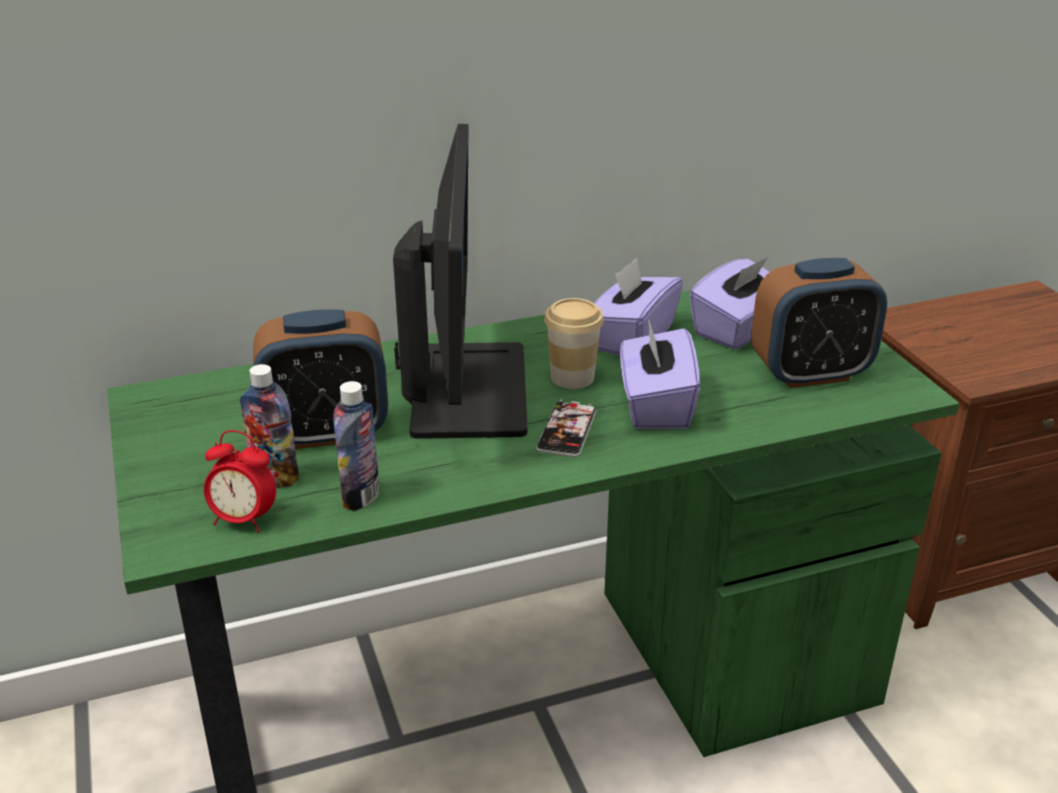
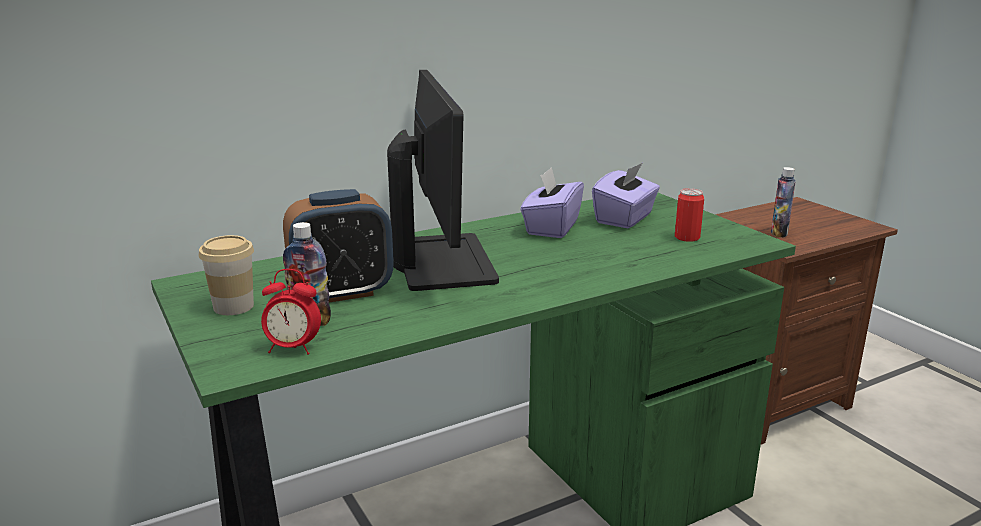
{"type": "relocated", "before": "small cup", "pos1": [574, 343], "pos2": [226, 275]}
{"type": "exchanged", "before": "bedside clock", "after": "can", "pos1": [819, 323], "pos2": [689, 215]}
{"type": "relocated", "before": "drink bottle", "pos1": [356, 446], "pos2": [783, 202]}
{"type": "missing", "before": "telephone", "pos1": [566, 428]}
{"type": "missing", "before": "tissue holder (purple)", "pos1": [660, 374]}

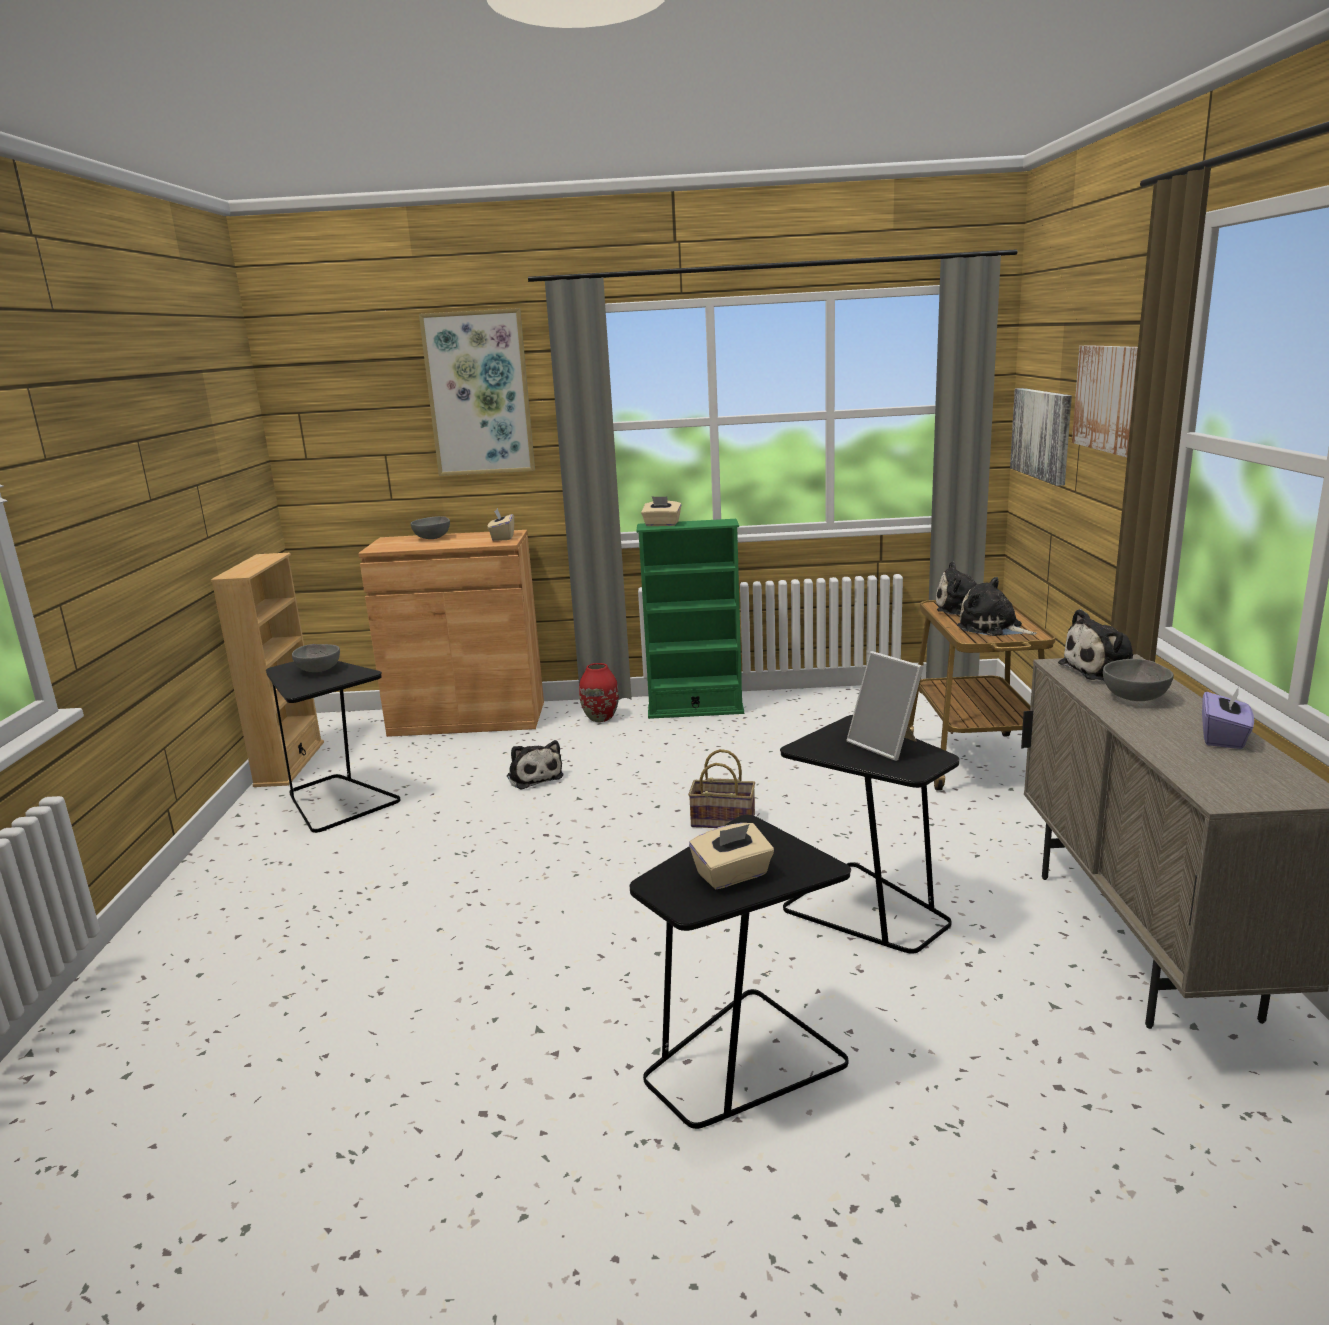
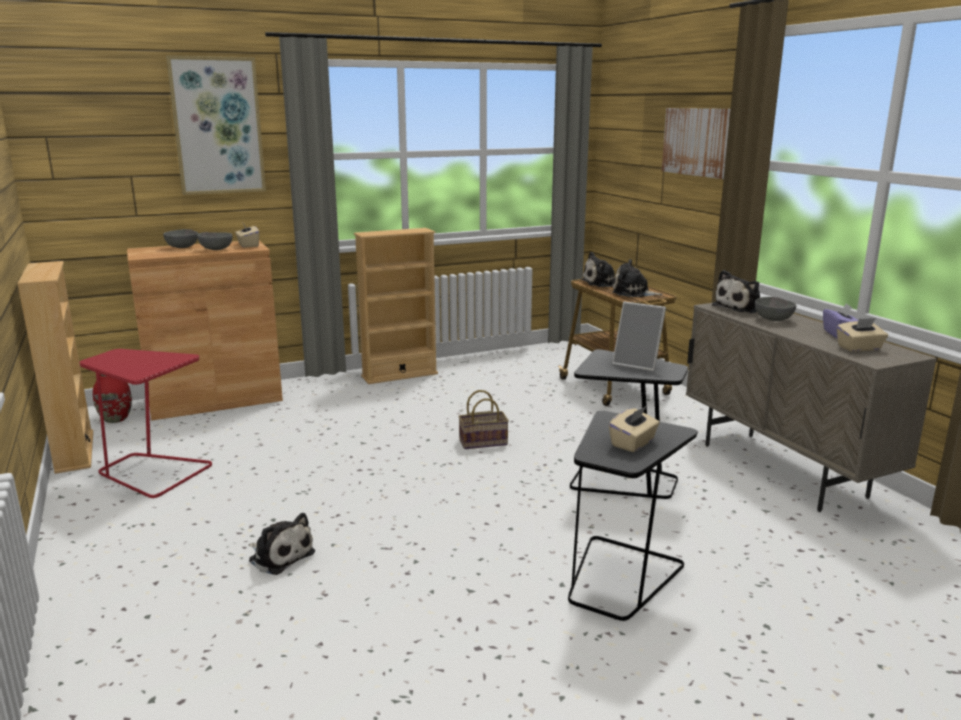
{"type": "colour", "before": "accent table (black)", "after": "accent table (reddish)", "pos1": [333, 747], "pos2": [145, 423]}
{"type": "relocated", "before": "decorative vase (reddish)", "pos1": [599, 692], "pos2": [112, 398]}
{"type": "relocated", "before": "serving bowl (gray)", "pos1": [316, 658], "pos2": [214, 241]}
{"type": "relocated", "before": "cuddly toy", "pos1": [535, 765], "pos2": [281, 544]}
{"type": "colour", "before": "bookcase (green-coloured)", "after": "bookcase (sand-coloured)", "pos1": [690, 619], "pos2": [396, 306]}
{"type": "relocated", "before": "tissue holder (sand-coloured)", "pos1": [661, 511], "pos2": [862, 335]}
{"type": "missing", "before": "picture", "pos1": [1041, 437]}

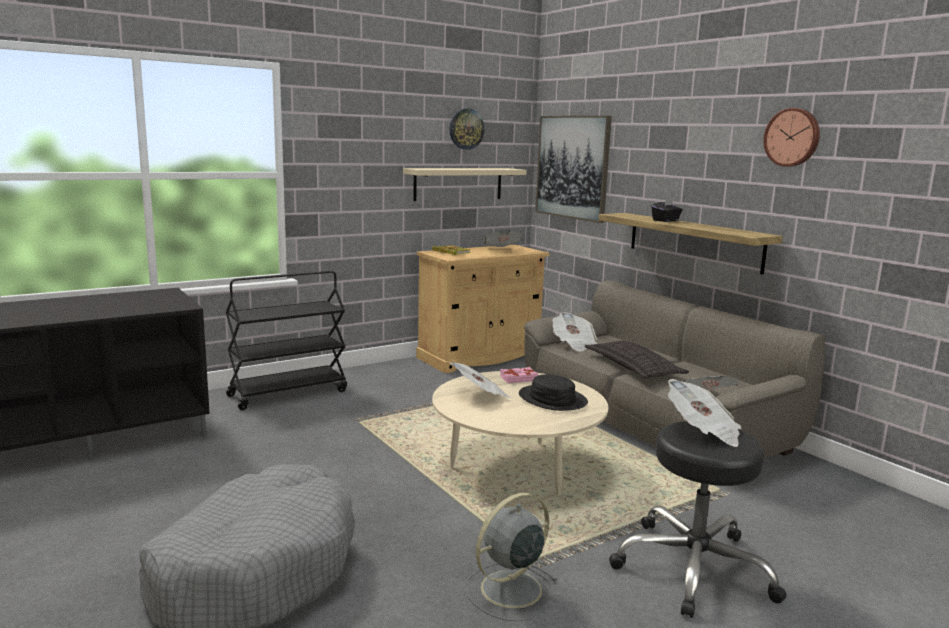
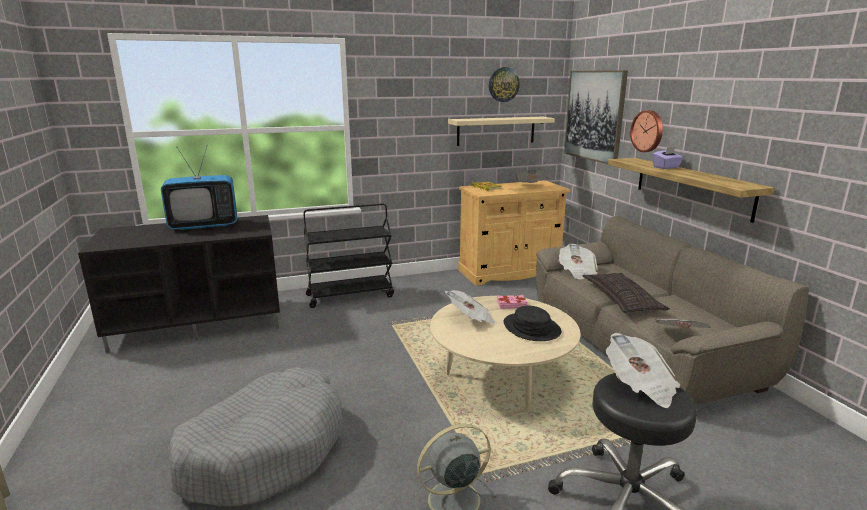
{"type": "appeared", "after": "TV", "pos2": [199, 187]}
{"type": "relocated", "before": "hanging clock", "pos1": [791, 137], "pos2": [646, 131]}
{"type": "colour", "before": "tissue holder (black)", "after": "tissue holder (purple)", "pos1": [667, 210], "pos2": [667, 158]}

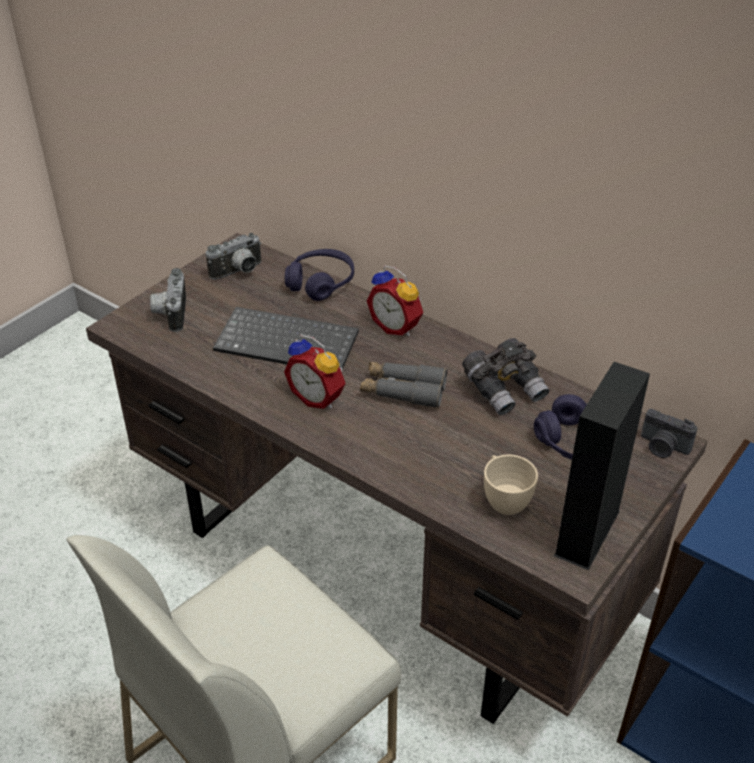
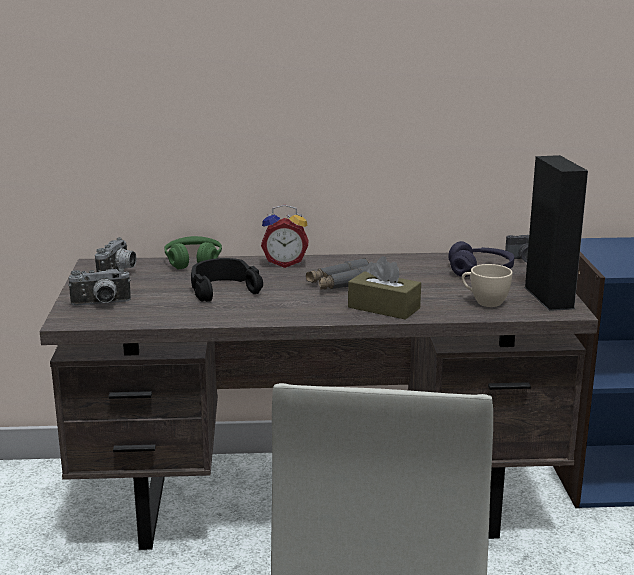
{"type": "spun", "before": "still camera", "pos1": [168, 300], "pos2": [99, 287], "turn": -60}
{"type": "colour", "before": "headset (purple)", "after": "headset (green-coloured)", "pos1": [319, 275], "pos2": [193, 253]}
{"type": "exchanged", "before": "computer keyboard", "after": "headset (black)", "pos1": [286, 338], "pos2": [227, 280]}
{"type": "appeared", "after": "tissue holder (brown-coloured)", "pos2": [384, 288]}
{"type": "missing", "before": "bedside clock", "pos1": [315, 372]}
{"type": "missing", "before": "field glasses (gray)", "pos1": [505, 376]}

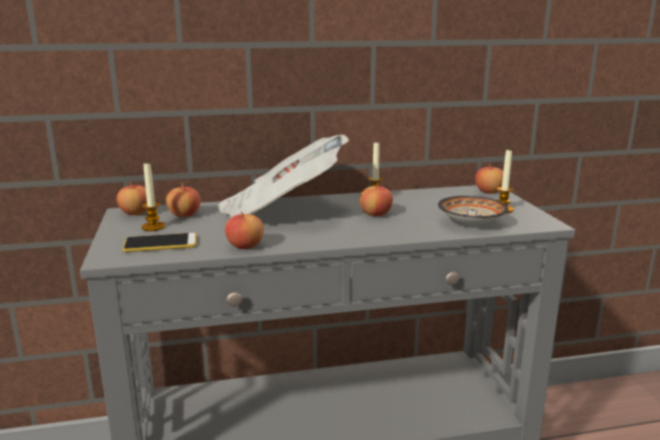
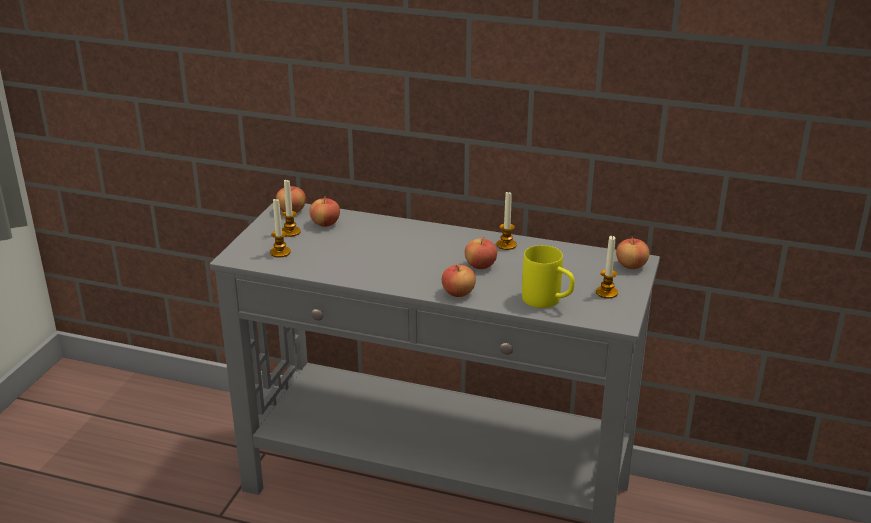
{"type": "exchanged", "before": "telephone", "after": "candle", "pos1": [159, 242], "pos2": [280, 228]}
{"type": "relocated", "before": "apple", "pos1": [244, 230], "pos2": [459, 281]}
{"type": "exchanged", "before": "serving bowl", "after": "mug (yellowish)", "pos1": [473, 210], "pos2": [548, 276]}
{"type": "missing", "before": "printed paper", "pos1": [283, 176]}

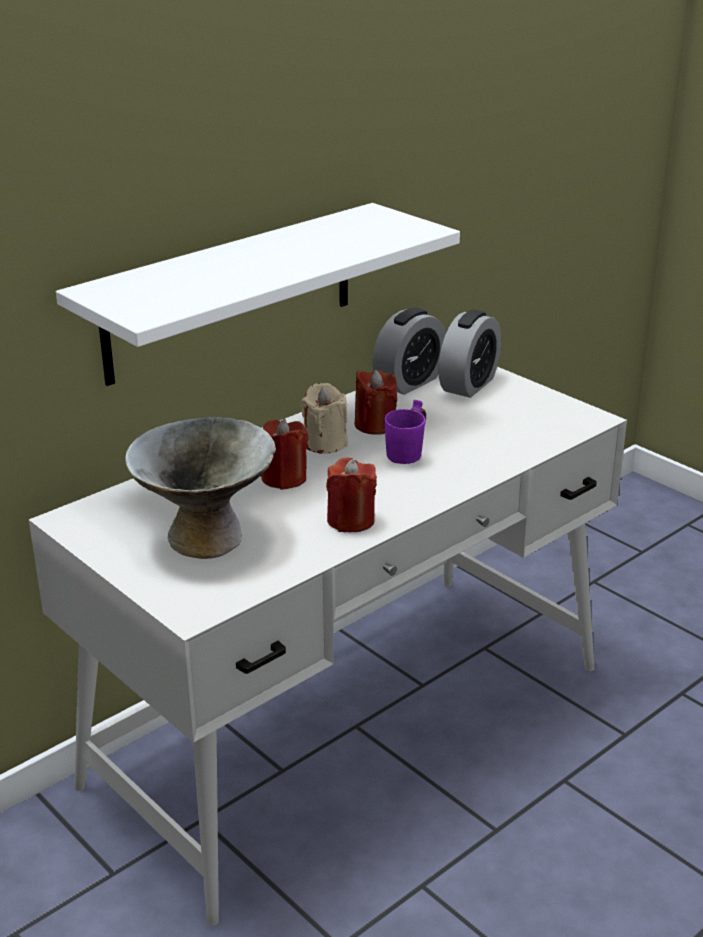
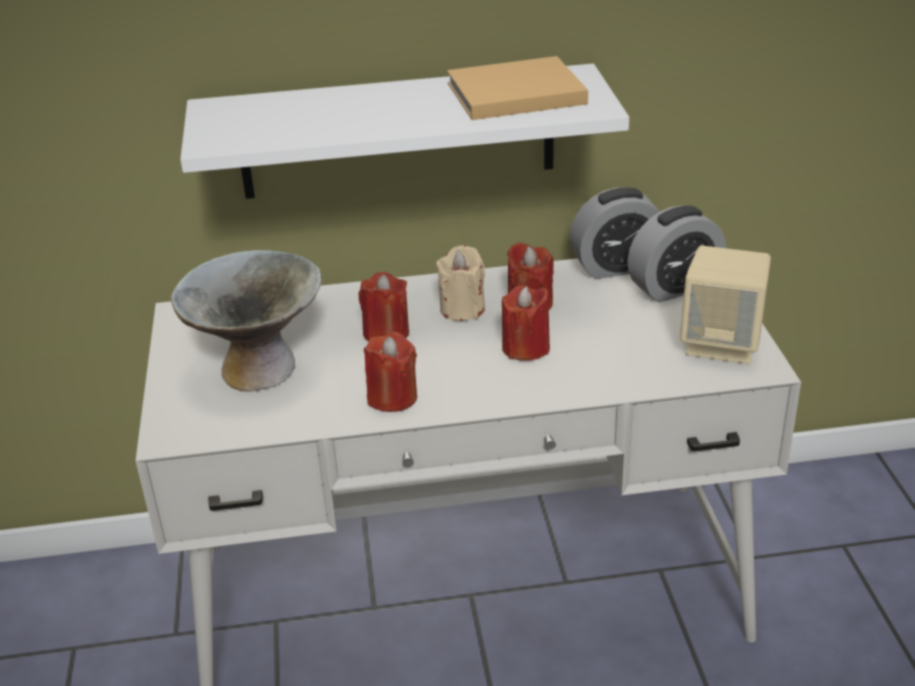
{"type": "appeared", "after": "volume (sand-coloured)", "pos2": [517, 88]}
{"type": "exchanged", "before": "mug (purple)", "after": "candle (reddish)", "pos1": [405, 432], "pos2": [526, 323]}
{"type": "appeared", "after": "loudspeaker (sand-coloured)", "pos2": [725, 305]}

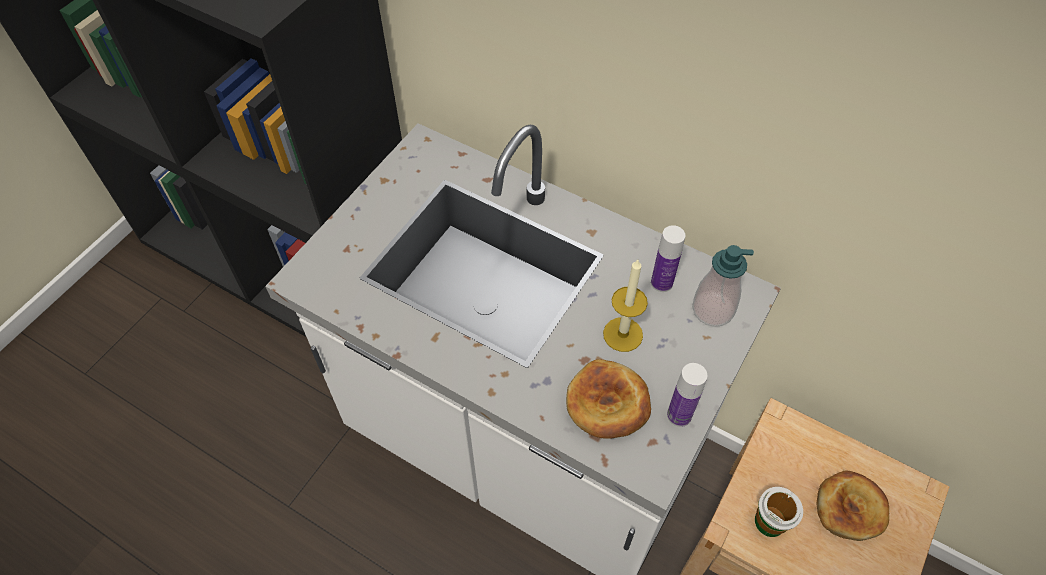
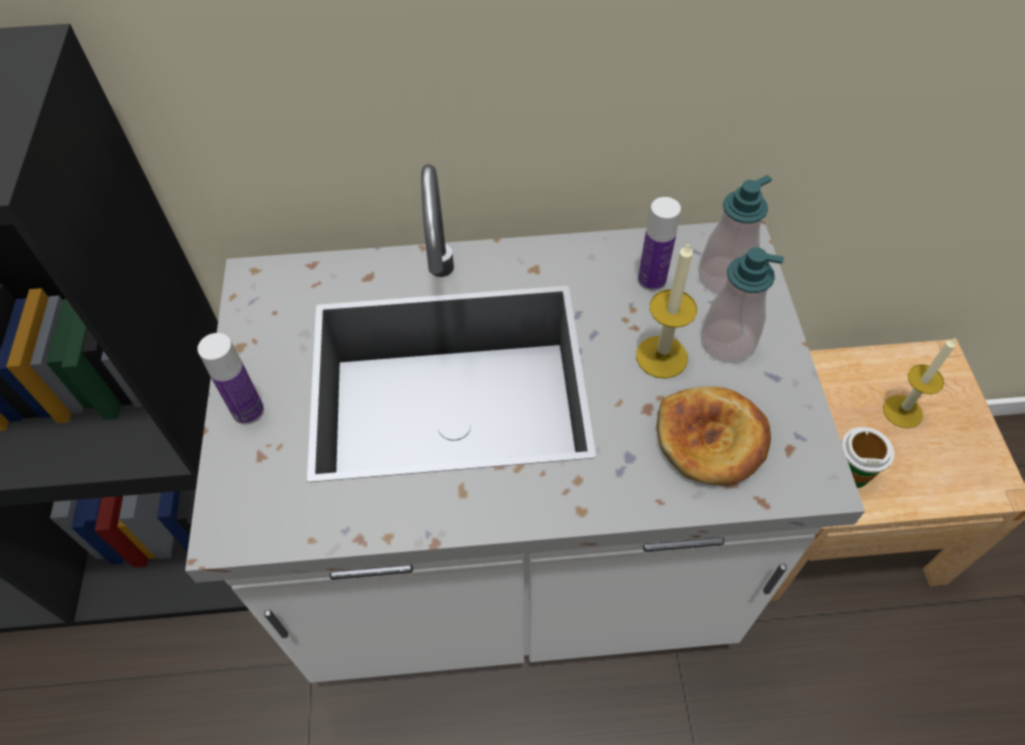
{"type": "relocated", "before": "drink bottle", "pos1": [687, 395], "pos2": [231, 379]}
{"type": "appeared", "after": "soap dispenser", "pos2": [742, 305]}
{"type": "exchanged", "before": "bakery bread", "after": "candle", "pos1": [853, 505], "pos2": [919, 382]}

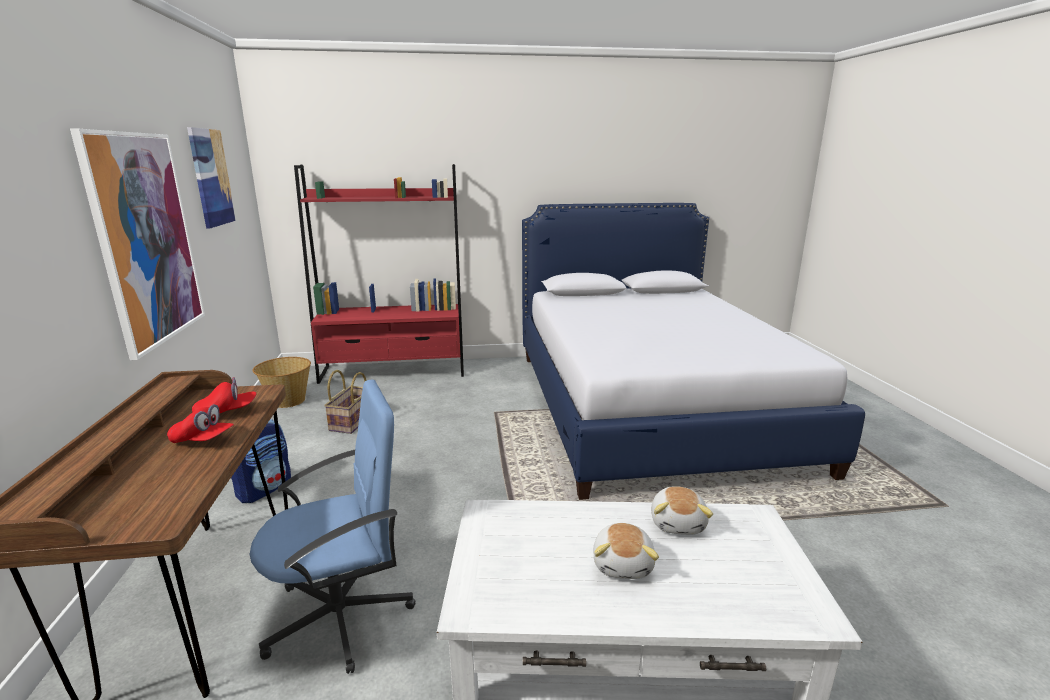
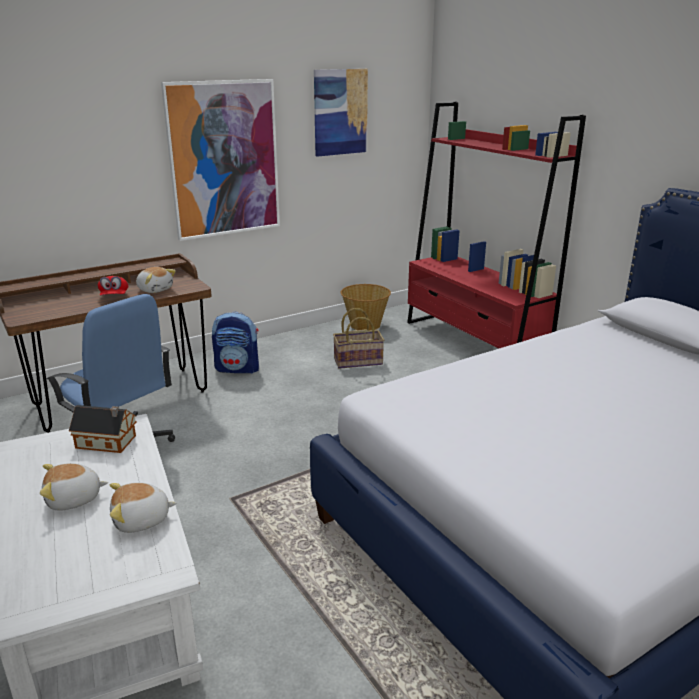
{"type": "appeared", "after": "miniature house", "pos2": [103, 429]}
{"type": "exchanged", "before": "baseball cap (reddish)", "after": "cuddly toy", "pos1": [224, 395], "pos2": [156, 280]}

